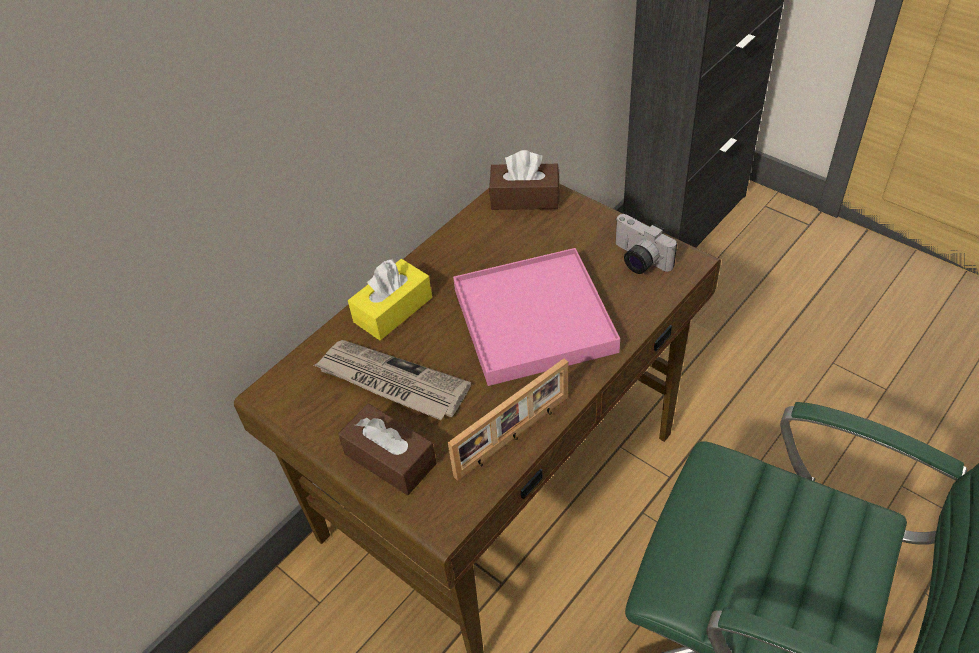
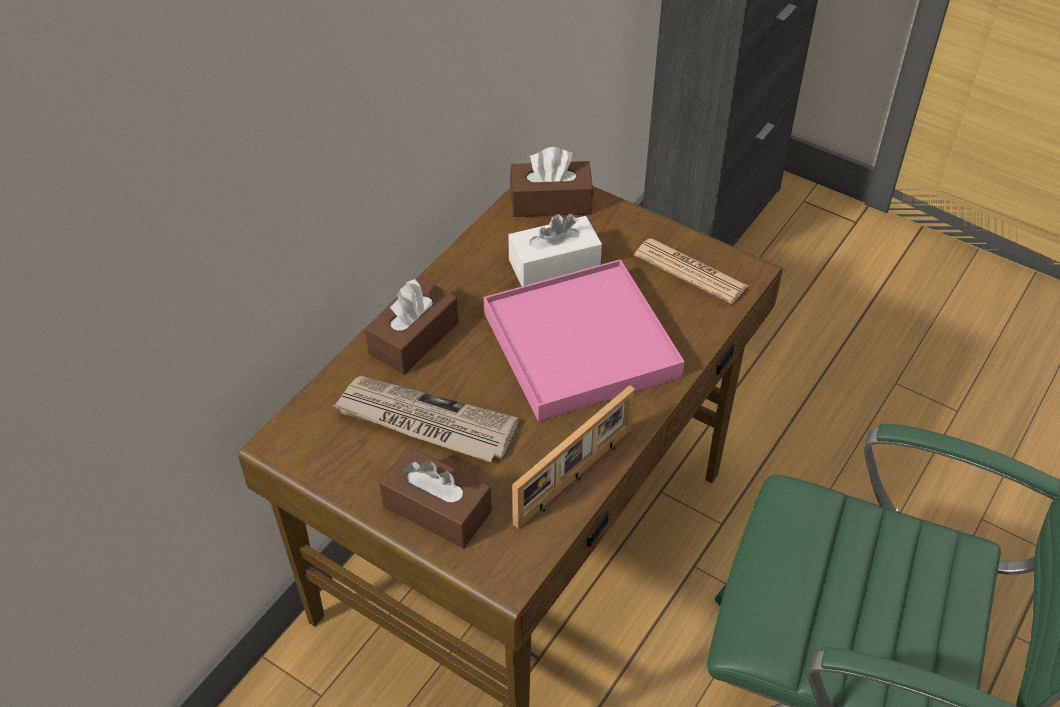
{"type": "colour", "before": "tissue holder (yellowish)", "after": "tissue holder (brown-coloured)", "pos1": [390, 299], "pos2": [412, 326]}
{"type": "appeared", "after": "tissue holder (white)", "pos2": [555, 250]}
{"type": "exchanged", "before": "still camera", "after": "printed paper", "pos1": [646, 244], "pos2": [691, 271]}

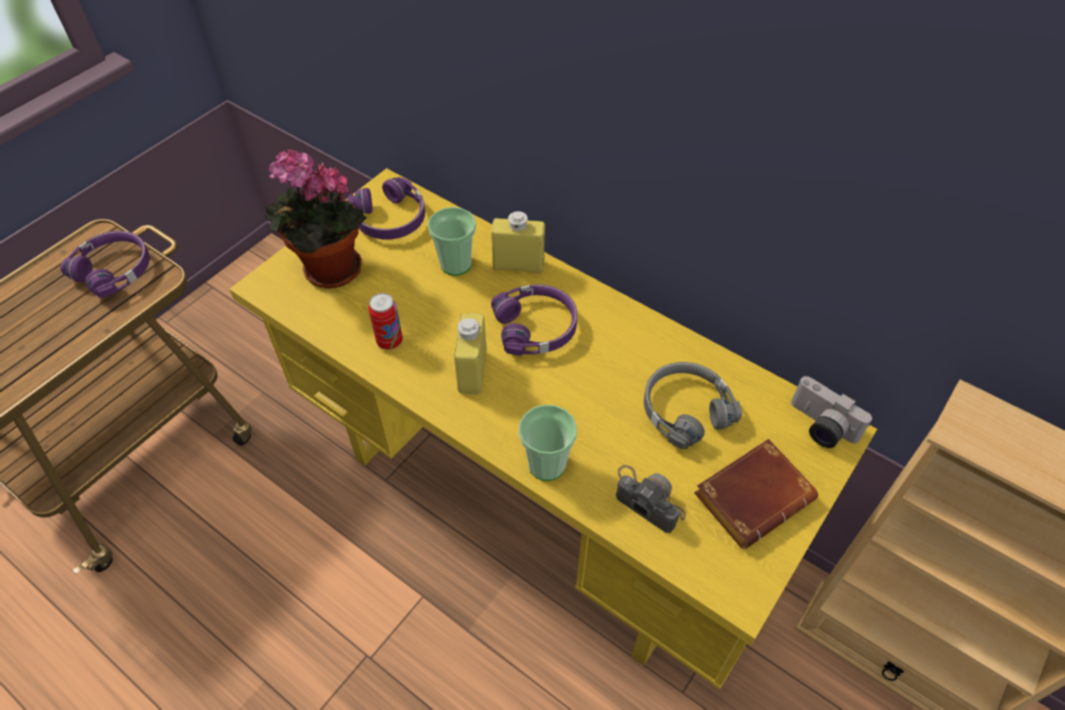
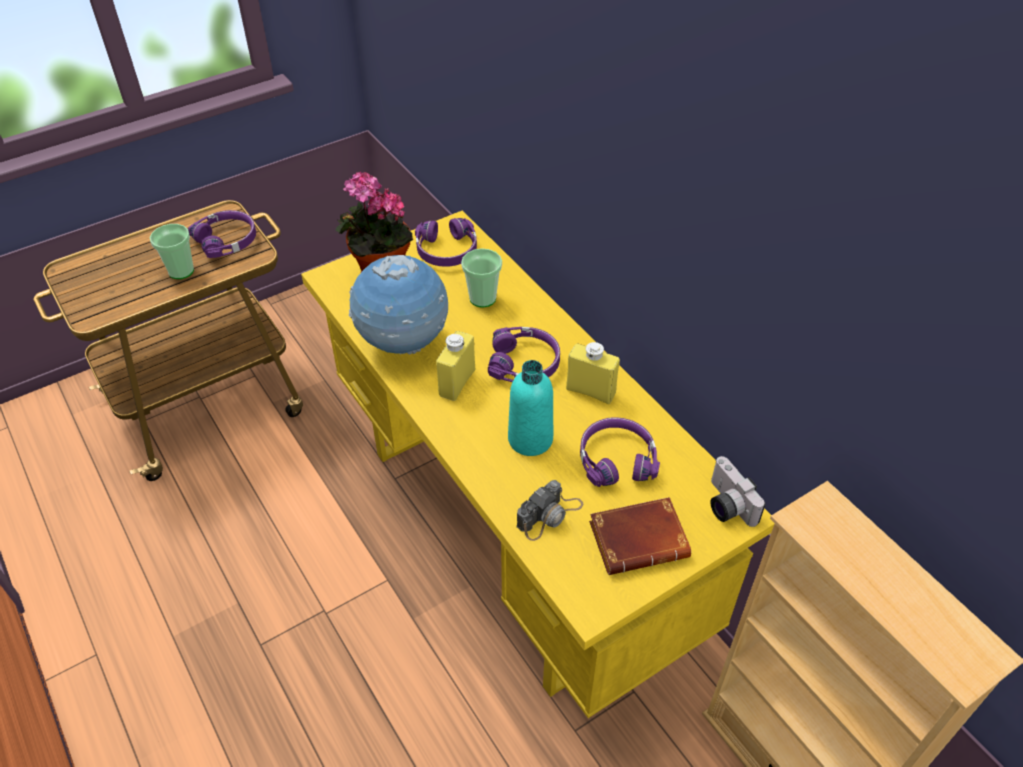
{"type": "relocated", "before": "small cup", "pos1": [548, 443], "pos2": [172, 251]}
{"type": "exchanged", "before": "can", "after": "globe", "pos1": [385, 321], "pos2": [398, 304]}
{"type": "appeared", "after": "drink bottle (turquoise)", "pos2": [530, 408]}
{"type": "spun", "before": "still camera", "pos1": [651, 499], "pos2": [550, 510], "turn": 75}
{"type": "relocated", "before": "drink bottle (yellowish)", "pos1": [518, 242], "pos2": [593, 373]}
{"type": "colour", "before": "headset (gray)", "after": "headset (purple)", "pos1": [693, 405], "pos2": [620, 452]}

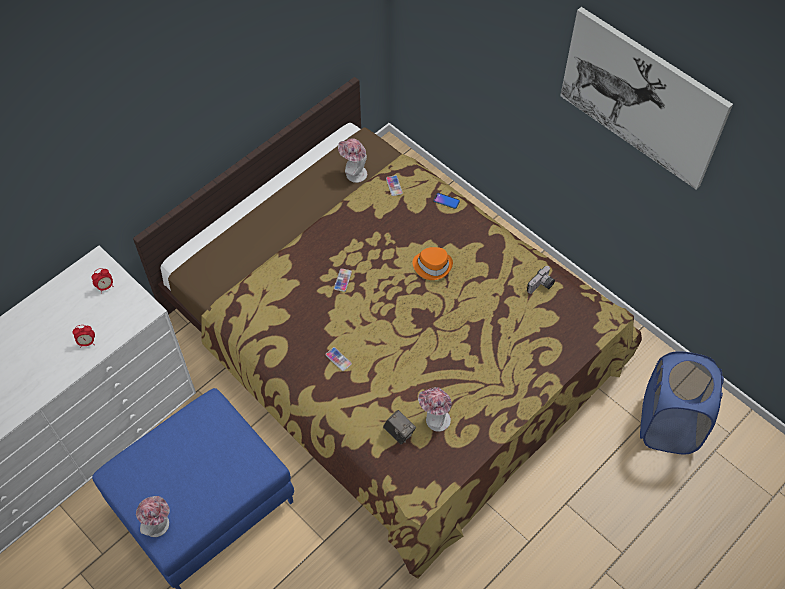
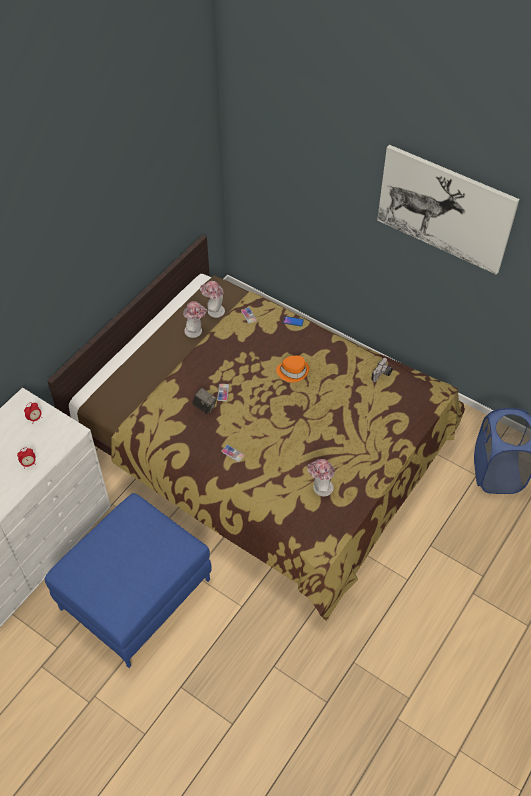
{"type": "relocated", "before": "wearable hat", "pos1": [153, 516], "pos2": [195, 319]}
{"type": "relocated", "before": "still camera", "pos1": [399, 427], "pos2": [204, 401]}

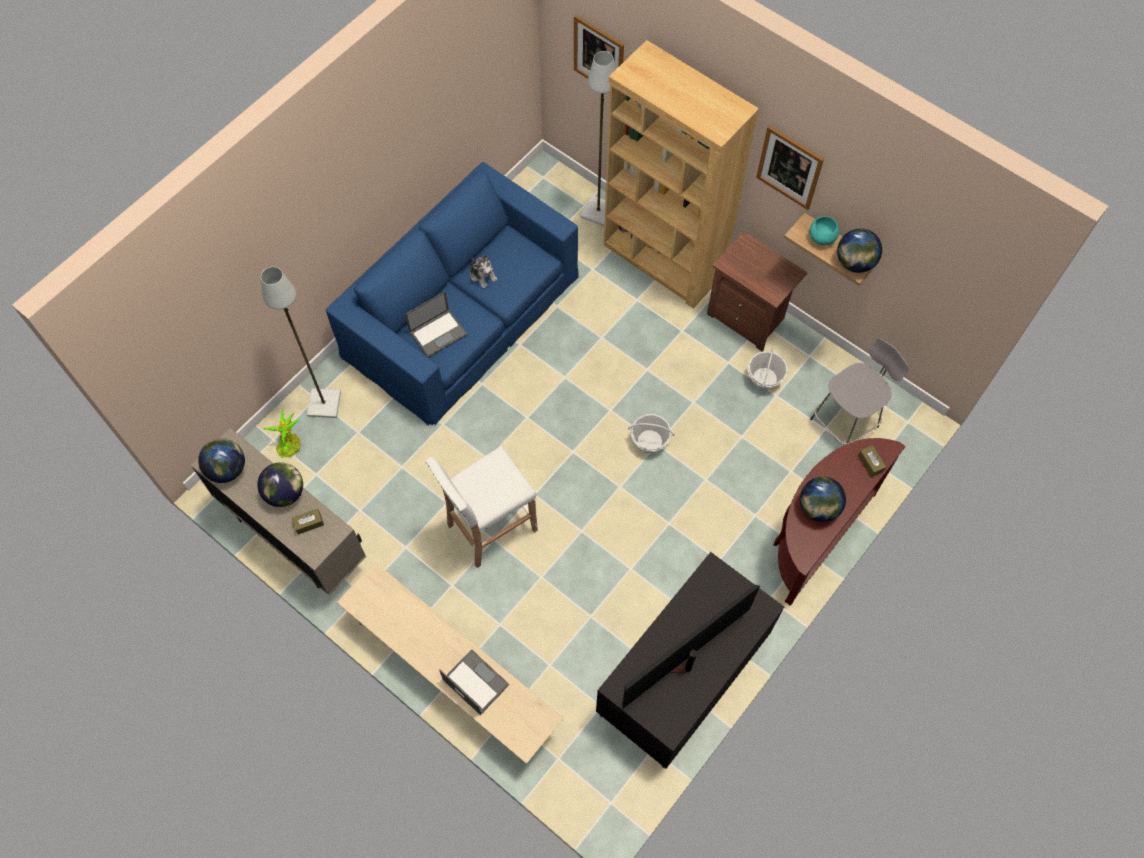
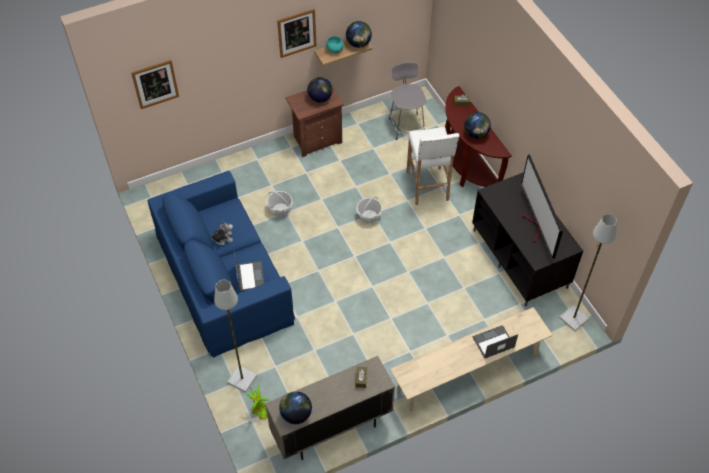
{"type": "relocated", "before": "basket", "pos1": [767, 369], "pos2": [280, 204]}
{"type": "relocated", "before": "globe", "pos1": [280, 484], "pos2": [320, 89]}
{"type": "relocated", "before": "stool (white)", "pos1": [482, 507], "pos2": [432, 166]}
{"type": "relocated", "before": "standard lamp (gray)", "pos1": [598, 138], "pos2": [588, 272]}
{"type": "missing", "before": "bookcase (brown-coloured)", "pos1": [681, 174]}

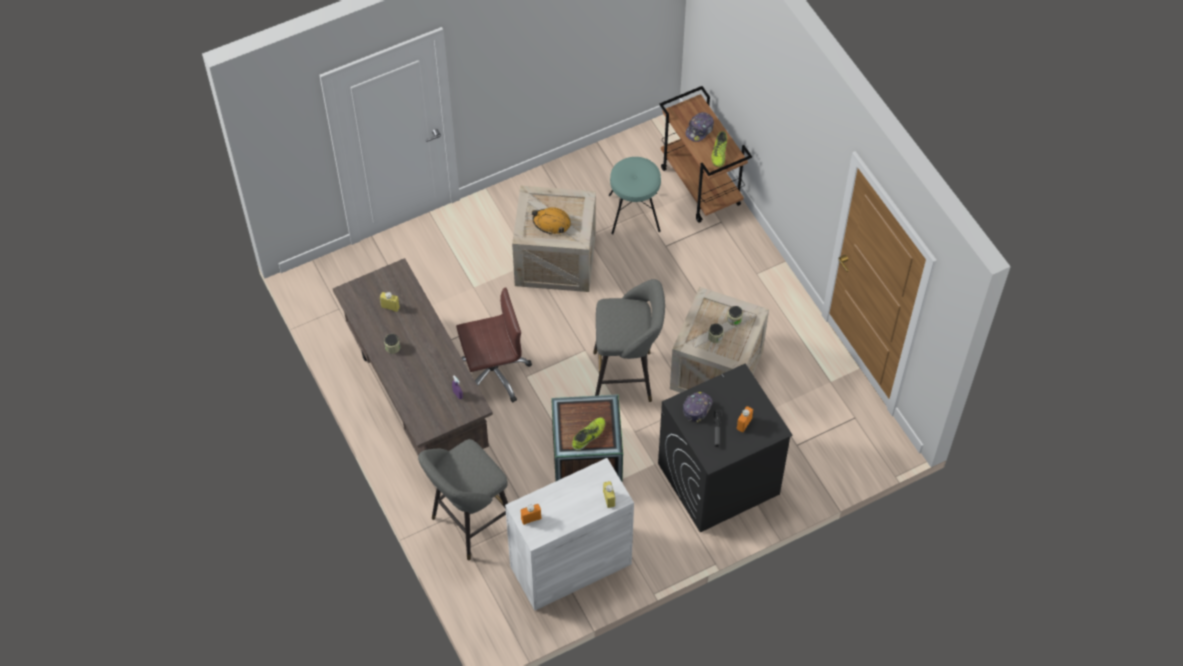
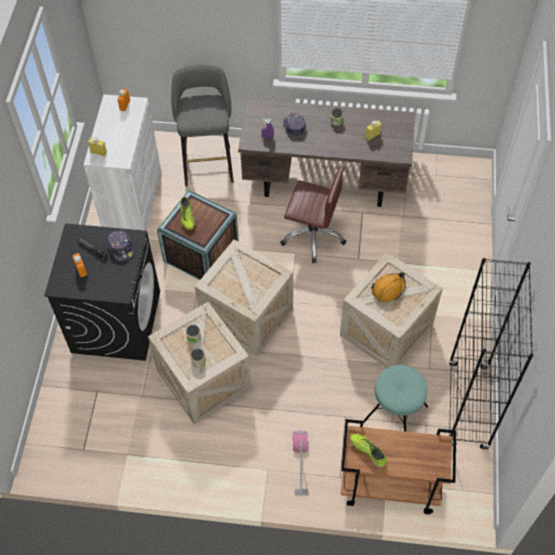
{"type": "exchanged", "before": "stool (gray)", "after": "shipping crate", "pos1": [629, 340], "pos2": [244, 297]}
{"type": "spun", "before": "computer chair (brown-coloured)", "pos1": [494, 345], "pos2": [313, 214], "turn": -90}
{"type": "relocated", "before": "baseball cap", "pos1": [699, 127], "pos2": [294, 124]}
{"type": "appeared", "after": "hoover", "pos2": [300, 462]}
{"type": "appeared", "after": "bookcase (black)", "pos2": [490, 354]}

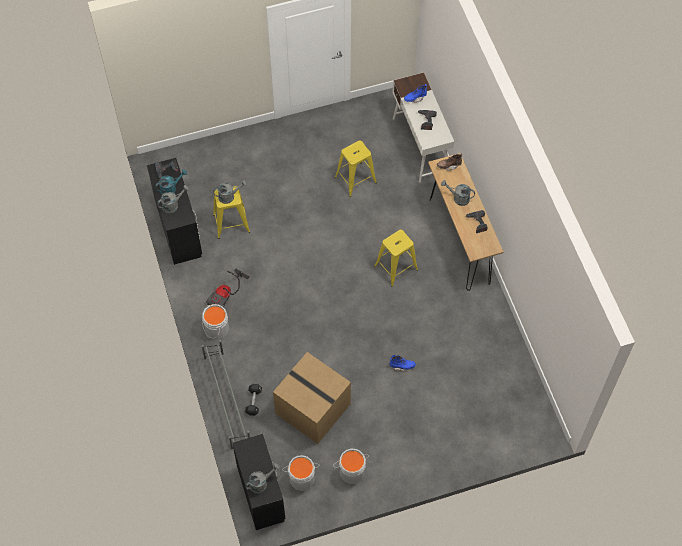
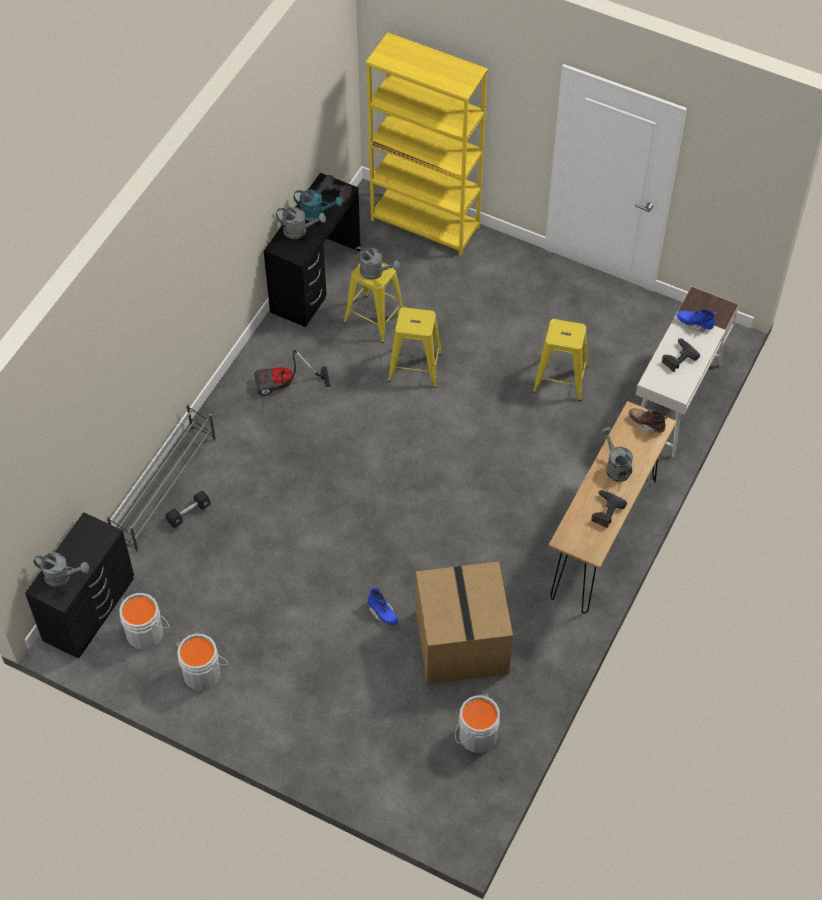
{"type": "appeared", "after": "bookcase (yellowish)", "pos2": [427, 144]}
{"type": "relocated", "before": "stool (yellowish)", "pos1": [396, 258], "pos2": [415, 347]}
{"type": "relocated", "before": "packing box", "pos1": [312, 398], "pos2": [464, 623]}
{"type": "relocated", "before": "bucket (gray)", "pos1": [215, 322], "pos2": [477, 723]}

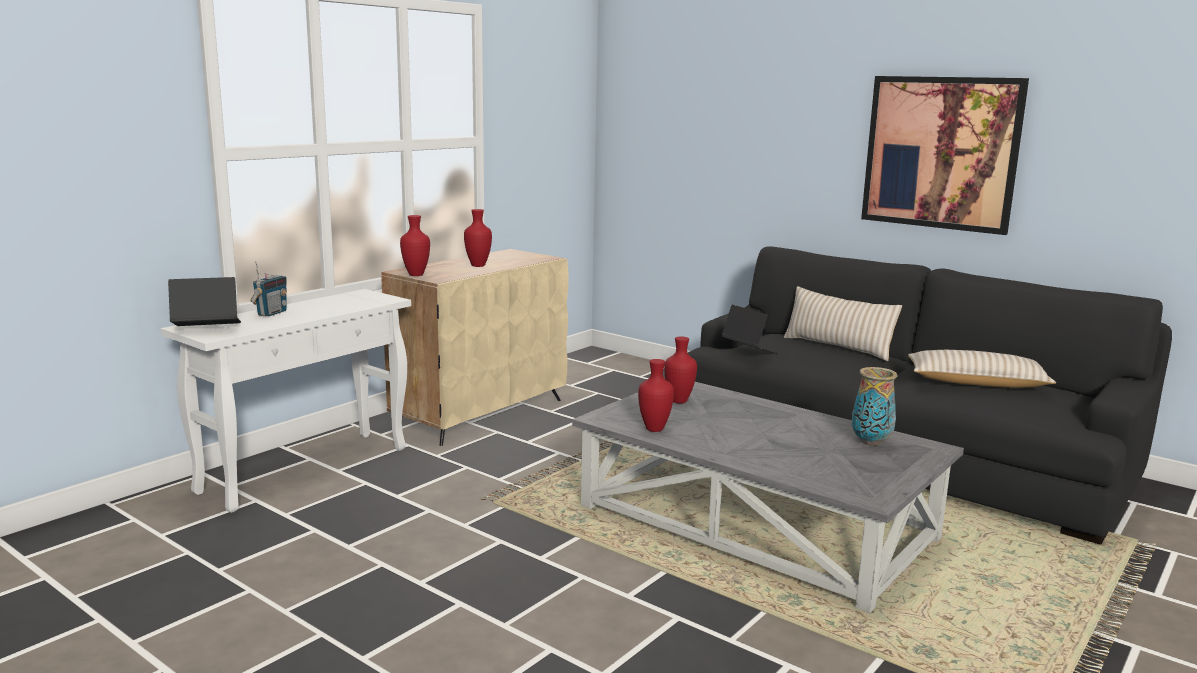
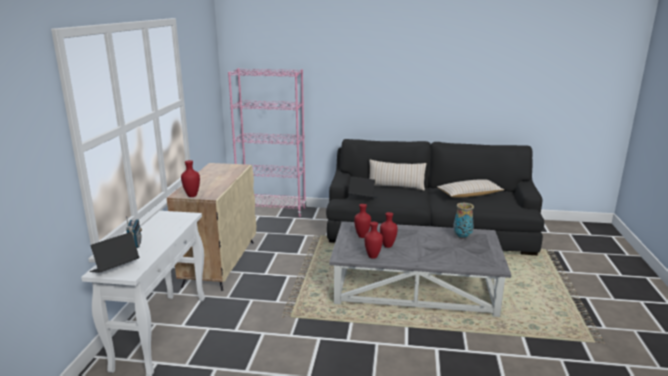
{"type": "appeared", "after": "bookcase (pinkish)", "pos2": [267, 143]}
{"type": "relocated", "before": "decorative vase (reddish)", "pos1": [478, 238], "pos2": [389, 230]}
{"type": "missing", "before": "picture", "pos1": [945, 155]}

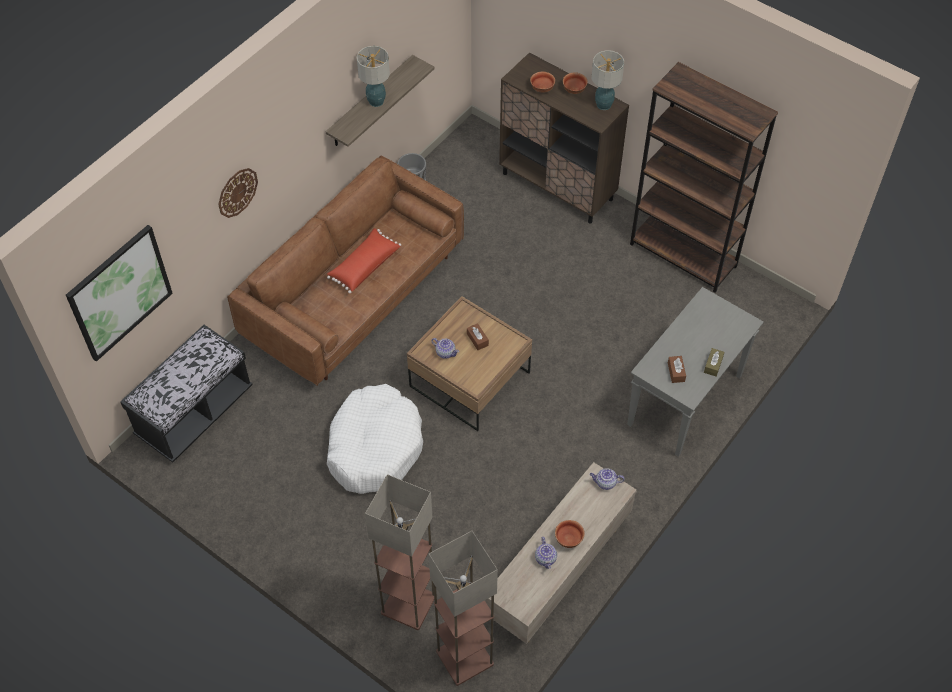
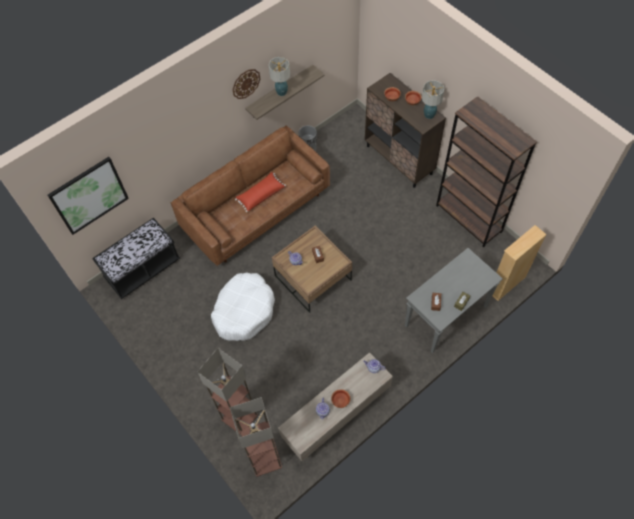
{"type": "relocated", "before": "hanging clock", "pos1": [238, 193], "pos2": [246, 84]}
{"type": "appeared", "after": "bookcase (sand-coloured)", "pos2": [517, 263]}

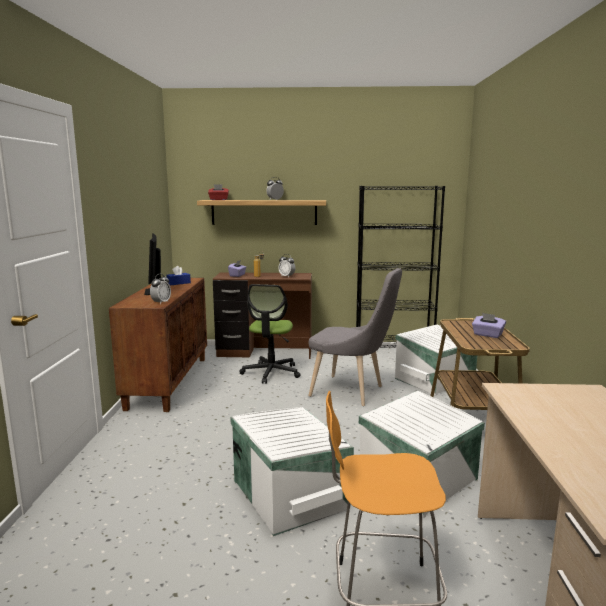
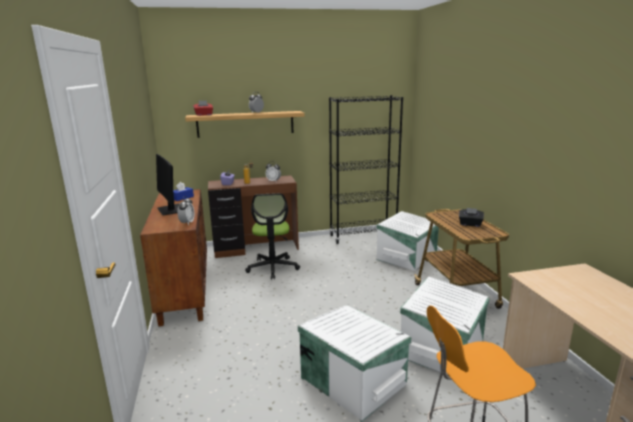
{"type": "colour", "before": "tissue holder (purple)", "after": "tissue holder (black)", "pos1": [489, 325], "pos2": [471, 217]}
{"type": "missing", "before": "upright chair (gray)", "pos1": [355, 337]}

